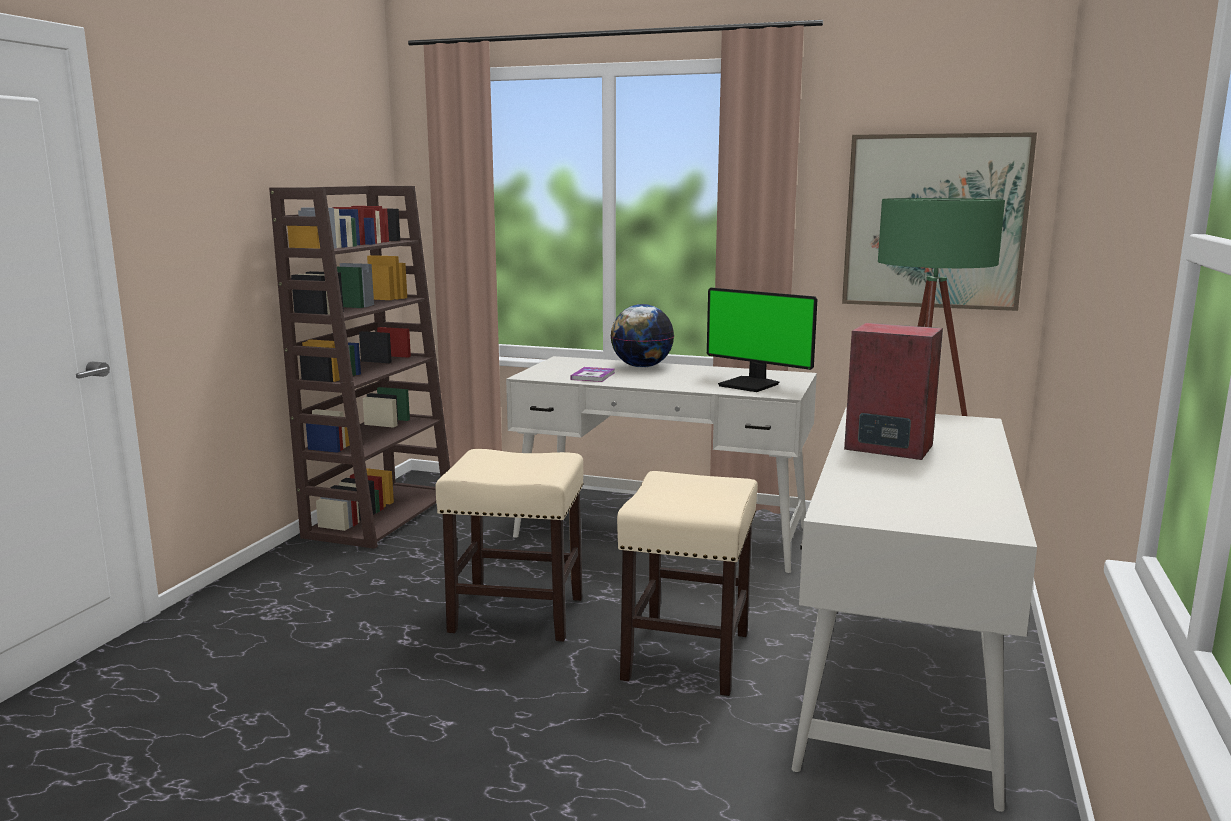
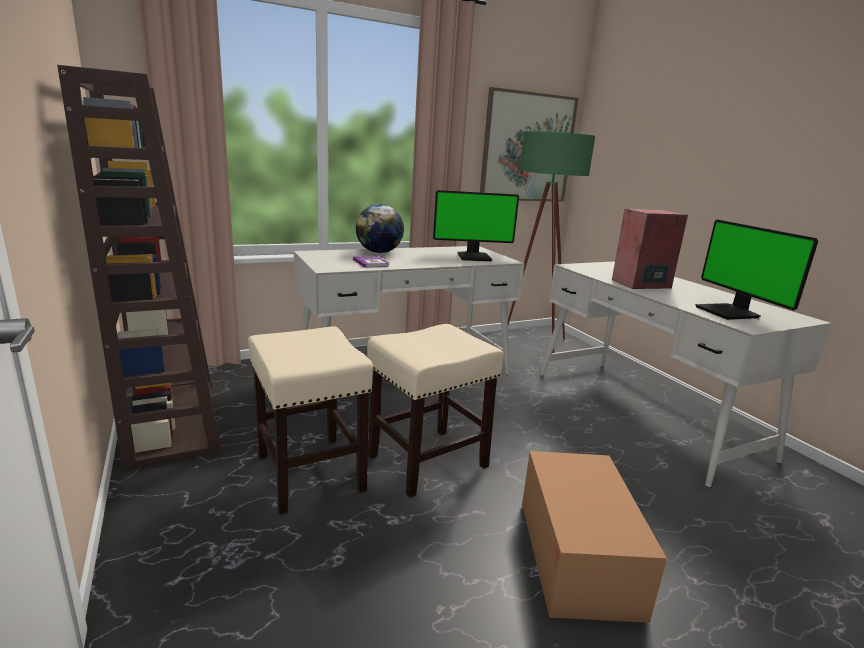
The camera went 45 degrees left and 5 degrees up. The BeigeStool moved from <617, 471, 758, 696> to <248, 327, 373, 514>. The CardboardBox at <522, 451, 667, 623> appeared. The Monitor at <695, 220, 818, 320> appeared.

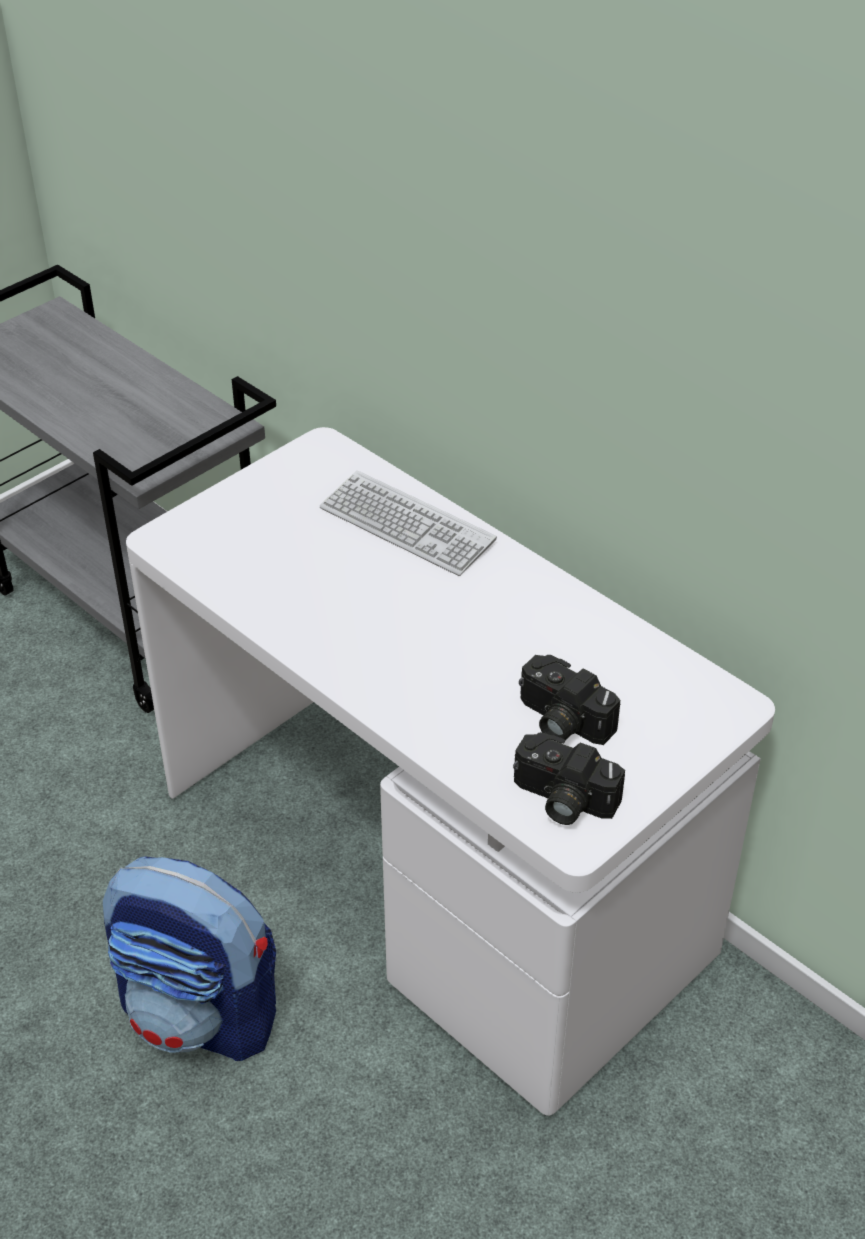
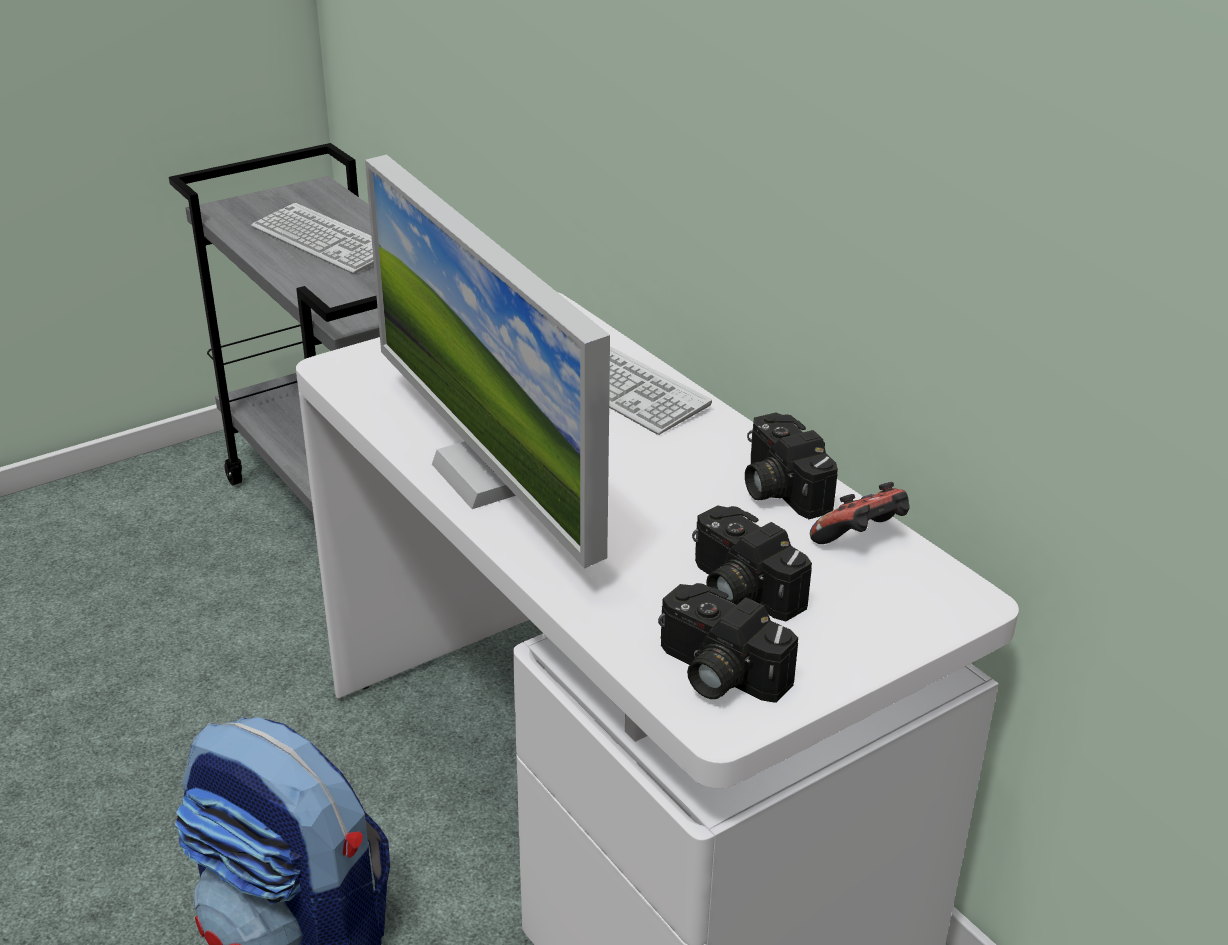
The camera went 10 degrees right and 10 degrees down. The Keyboard at <251, 203, 374, 274> appeared. The Monitor at <365, 155, 610, 569> appeared. The PhotoCamera at <745, 413, 838, 519> appeared. The GameController at <810, 482, 910, 544> appeared.

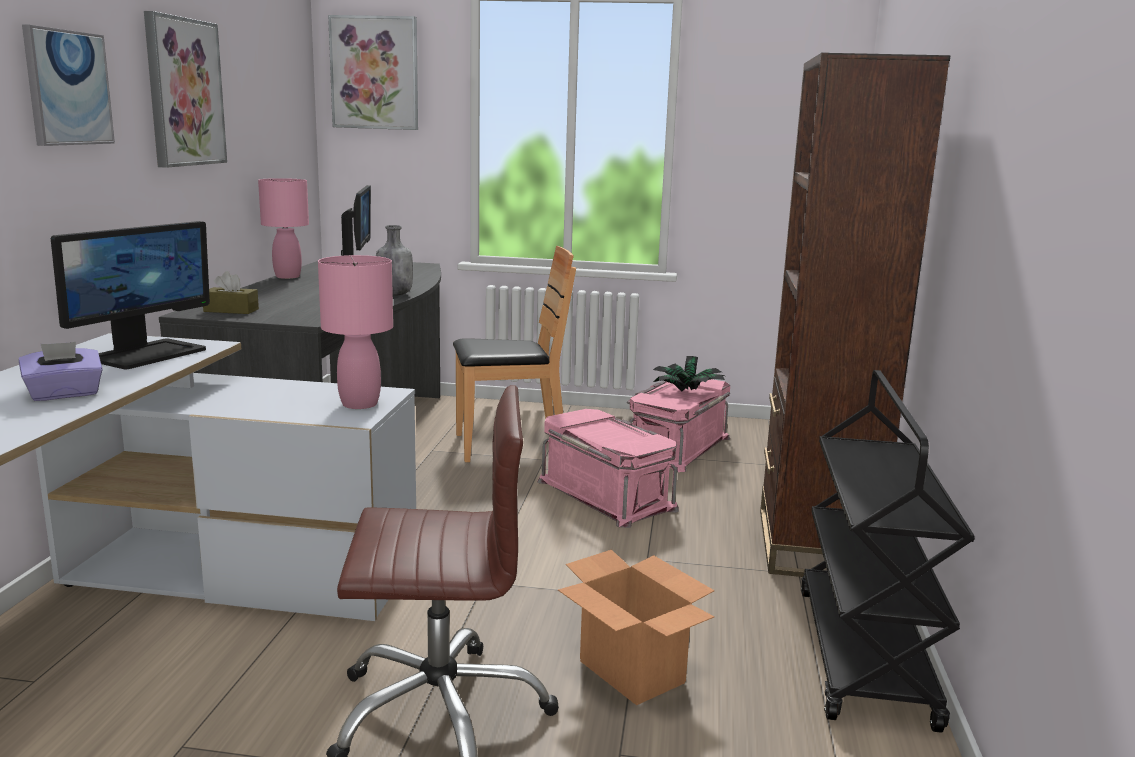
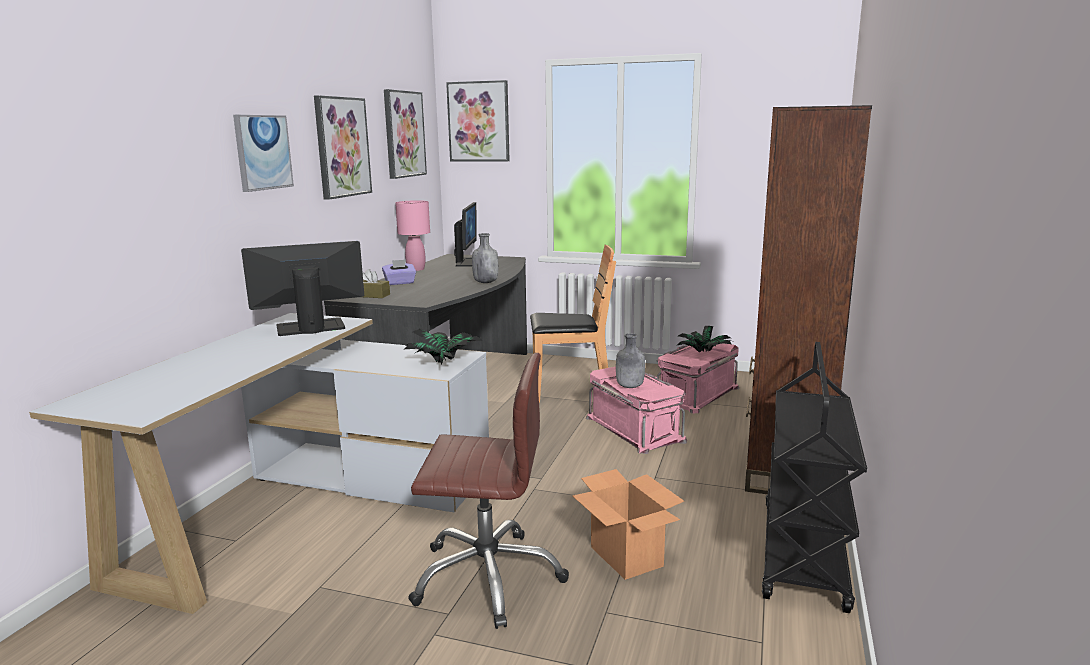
The camera went 10 degrees right and 0 degrees up. The PurpleTissueBox moved from <19, 342, 103, 401> to <382, 260, 416, 285>. The Monitor at <51, 221, 210, 369> turned 150 degrees counterclockwise. The PinkTableLamp at <318, 255, 393, 409> was replaced by the PottedPlant at <404, 329, 482, 364>. The Picture at <384, 89, 427, 179> appeared. The GreyBottle at <616, 333, 645, 388> appeared.

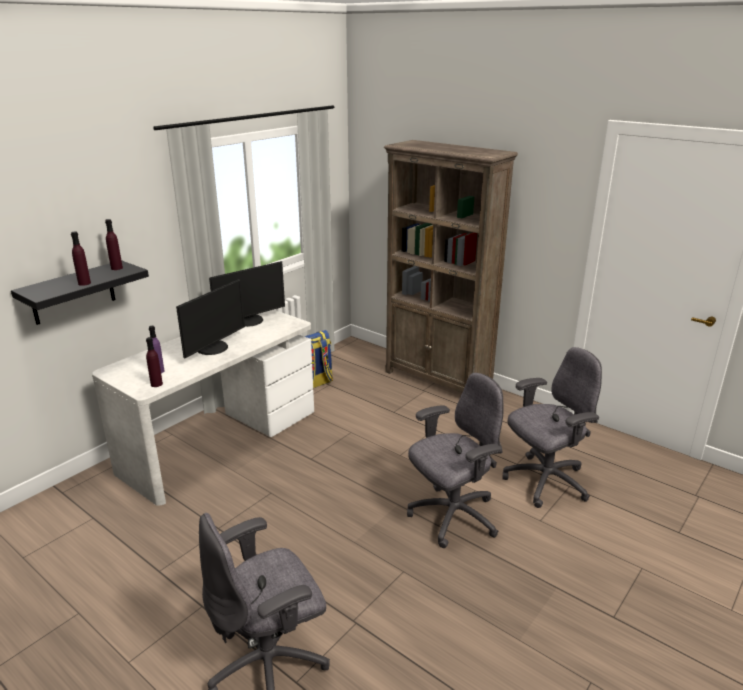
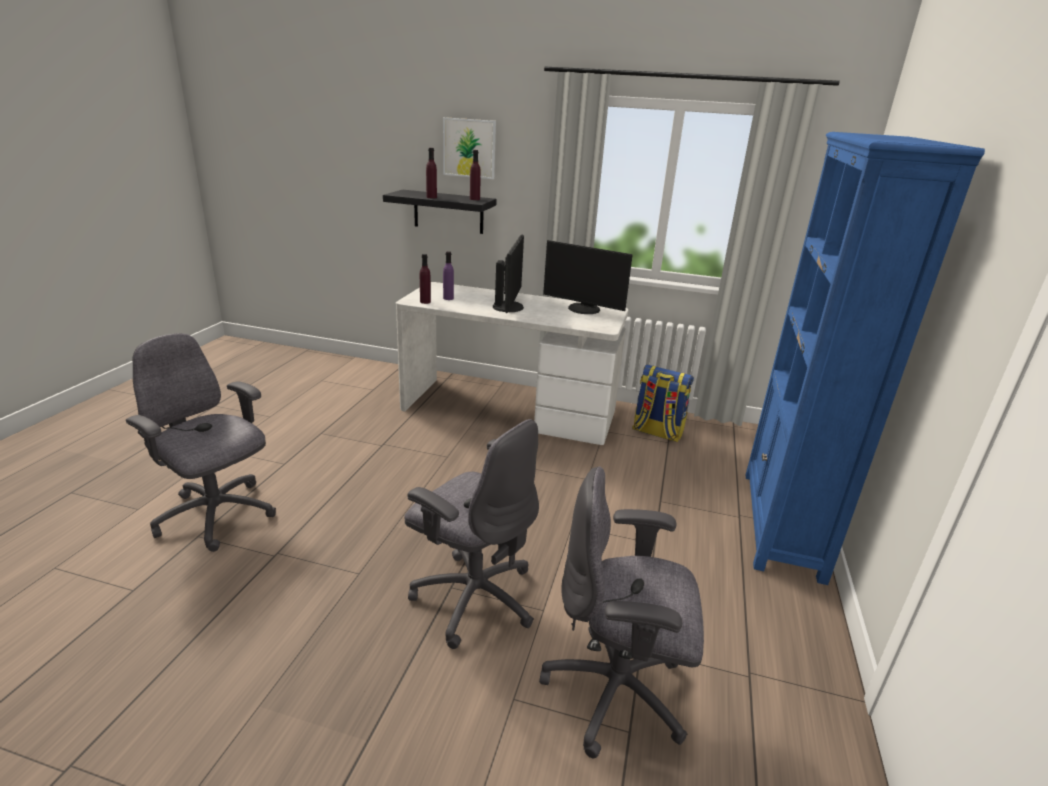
The camera went 65 degrees right and 0 degrees up. The Monitor at <176, 279, 245, 359> turned 90 degrees counterclockwise. The BrownBookcase at <384, 140, 518, 393> became the BlueBookcase at <746, 132, 985, 585>. The GreyOfficeChair at <502, 347, 602, 508> turned 150 degrees clockwise. The Picture at <443, 117, 496, 179> appeared.

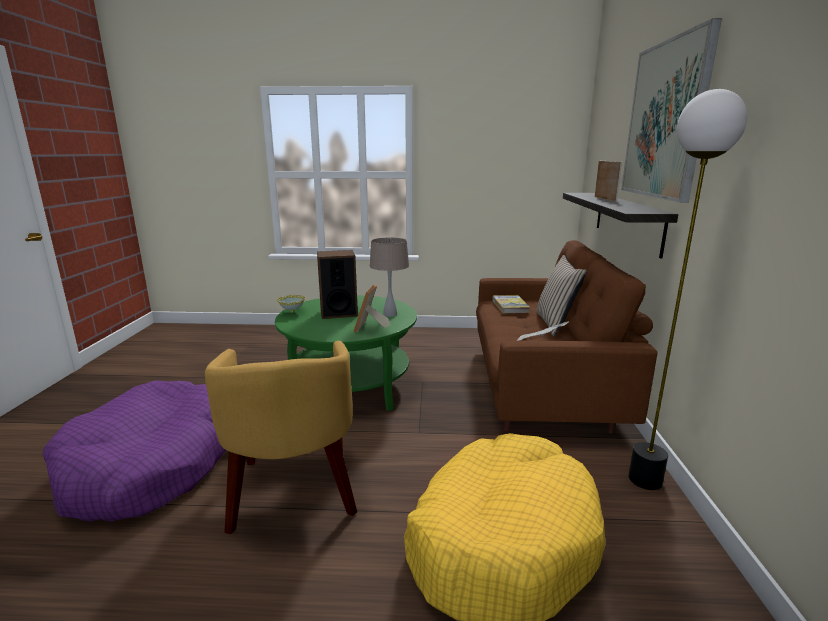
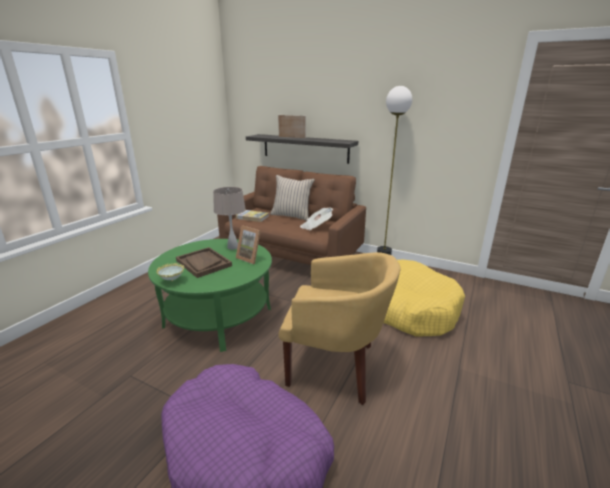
The camera went 65 degrees left and 5 degrees up. The Speaker at <317, 250, 358, 319> was replaced by the BrownTray at <176, 247, 232, 278>. The Picture at <621, 18, 722, 203> disappeared.

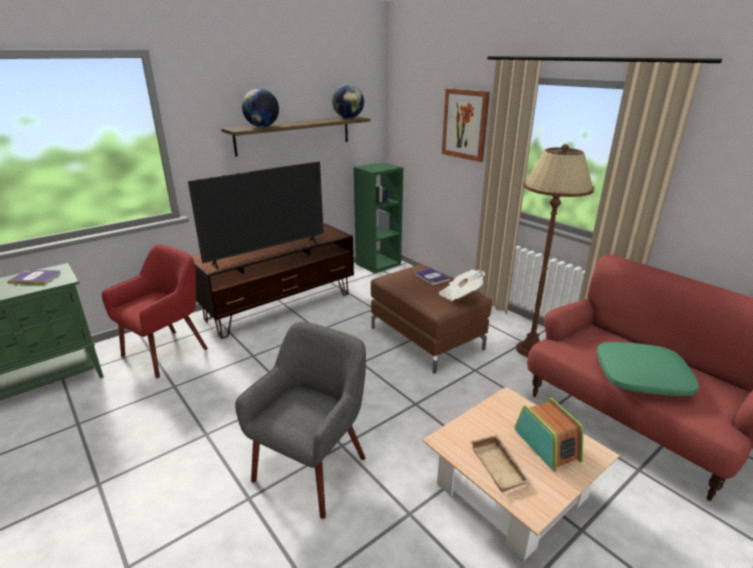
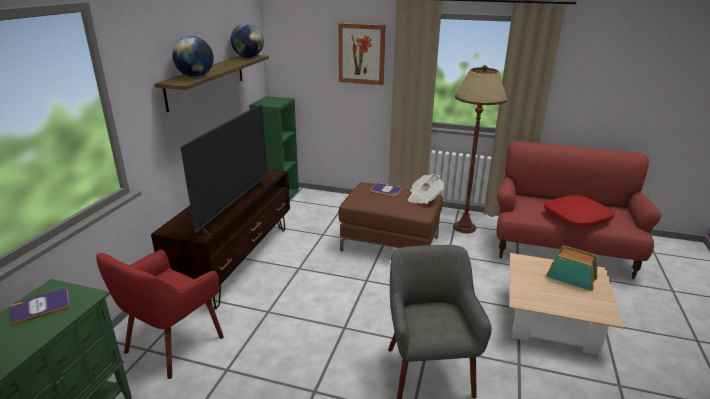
The camera went 35 degrees left and 0 degrees up. The RedArmchair at <102, 245, 208, 378> turned 150 degrees counterclockwise. The BeigeTray at <470, 435, 532, 493> disappeared. The GreenPillow at <597, 342, 699, 396> became the RedPillow at <544, 195, 615, 227>.

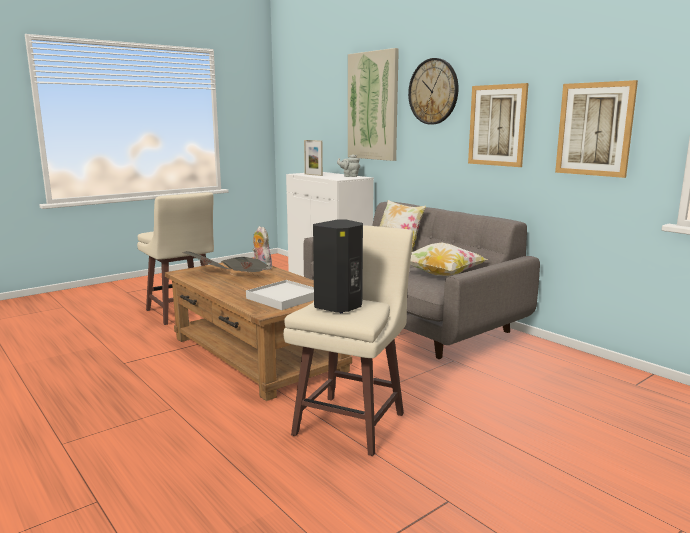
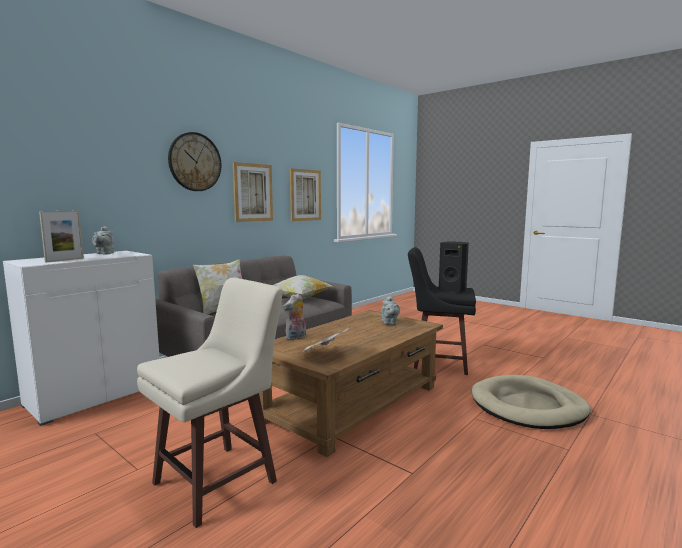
The camera went 100 degrees left and 5 degrees down. The Newspaper at <221, 257, 268, 272> disappeared. The WhiteTray at <246, 280, 314, 310> was replaced by the GreyTeapot at <381, 296, 400, 325>. The BeigeStool at <283, 225, 413, 456> became the BlackStool at <408, 247, 476, 375>. The Picture at <348, 48, 399, 161> disappeared. The BeigeDogBed at <472, 375, 591, 429> appeared.

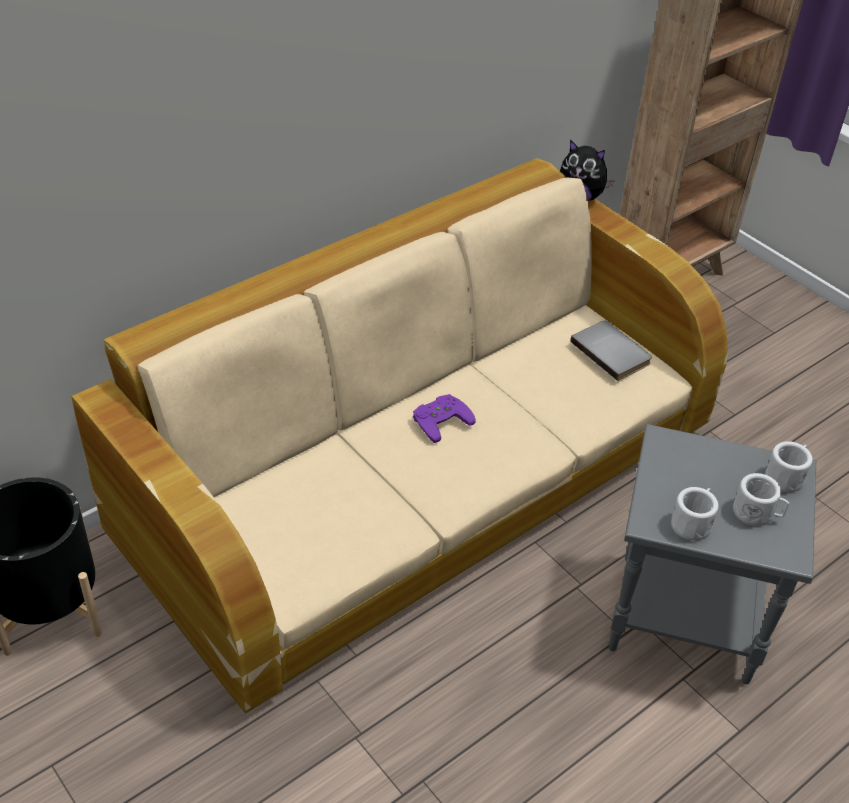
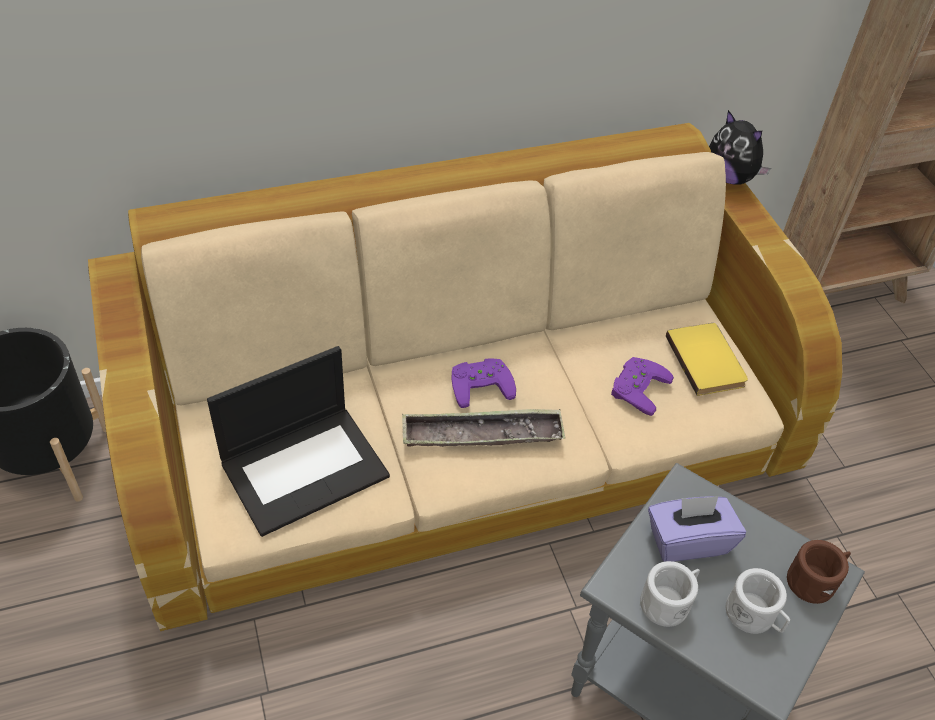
The camera went 20 degrees right and 5 degrees up. The GreyBook at <570, 320, 652, 381> became the YellowBook at <666, 323, 748, 396>. The WhiteMug at <765, 441, 813, 492> became the BrownMug at <787, 540, 851, 604>. The Laptop at <207, 346, 390, 537> appeared. The Tray at <402, 409, 565, 447> appeared. The PurpleGameController at <611, 357, 674, 416> appeared. The PurpleTissueBox at <648, 496, 746, 562> appeared.

